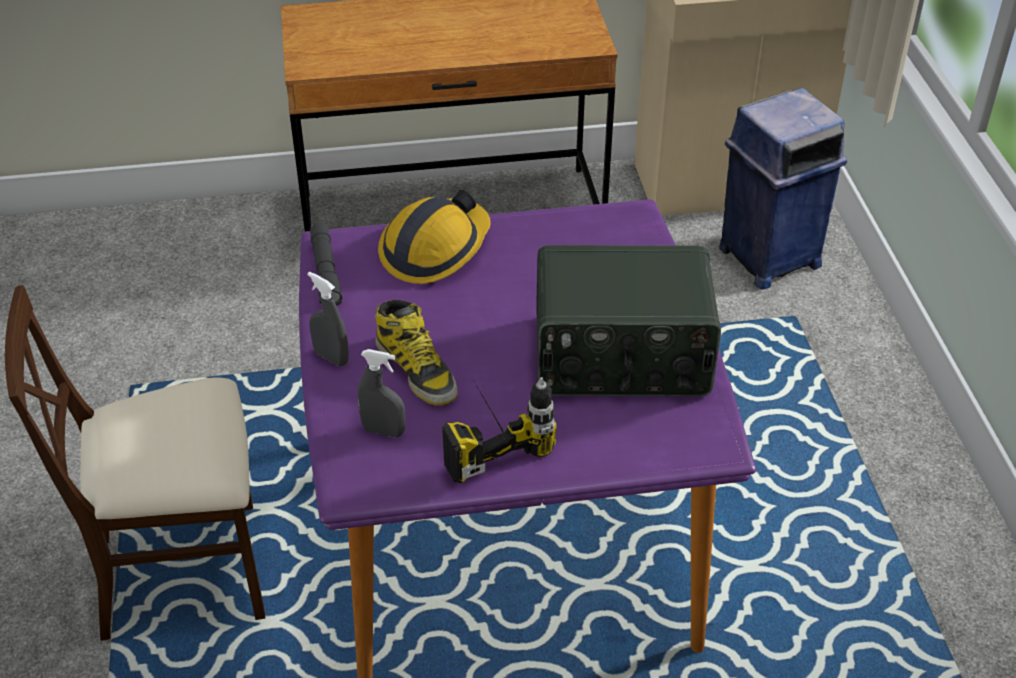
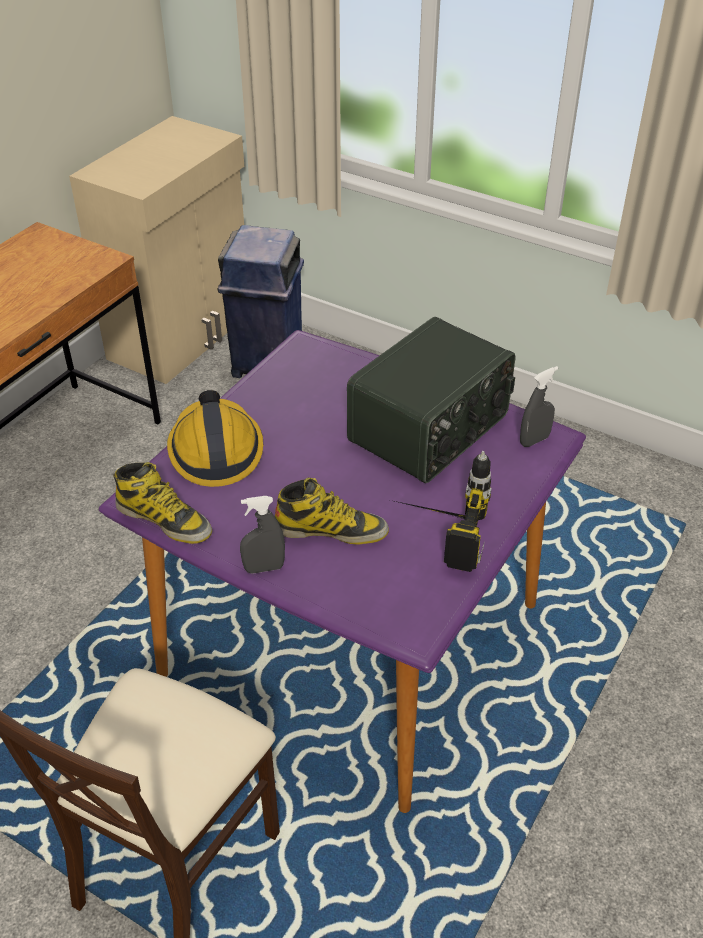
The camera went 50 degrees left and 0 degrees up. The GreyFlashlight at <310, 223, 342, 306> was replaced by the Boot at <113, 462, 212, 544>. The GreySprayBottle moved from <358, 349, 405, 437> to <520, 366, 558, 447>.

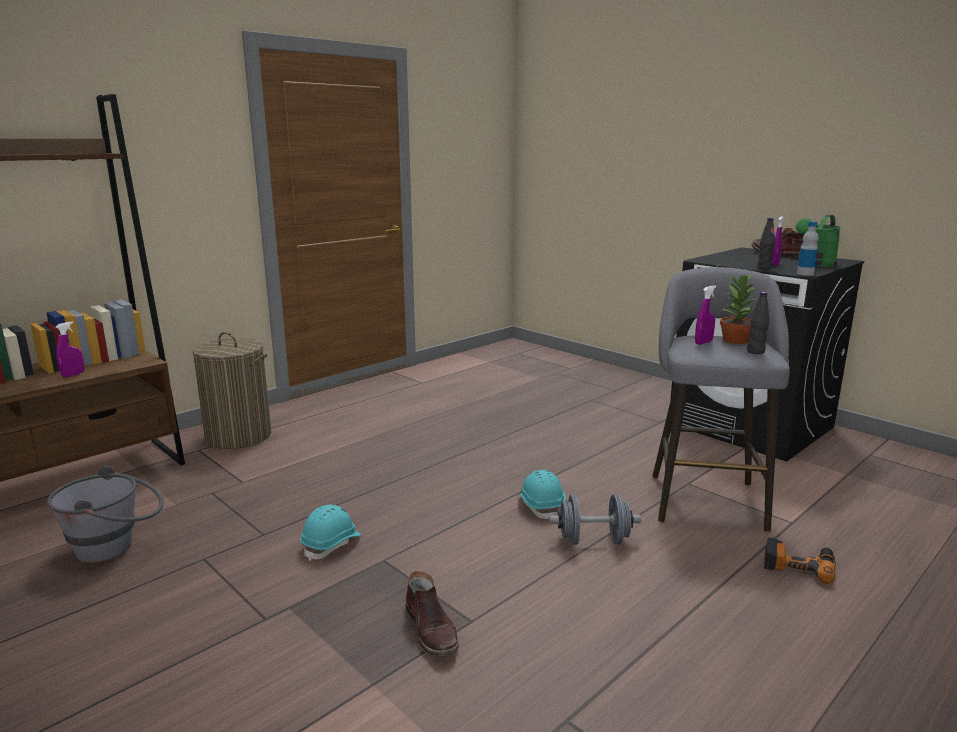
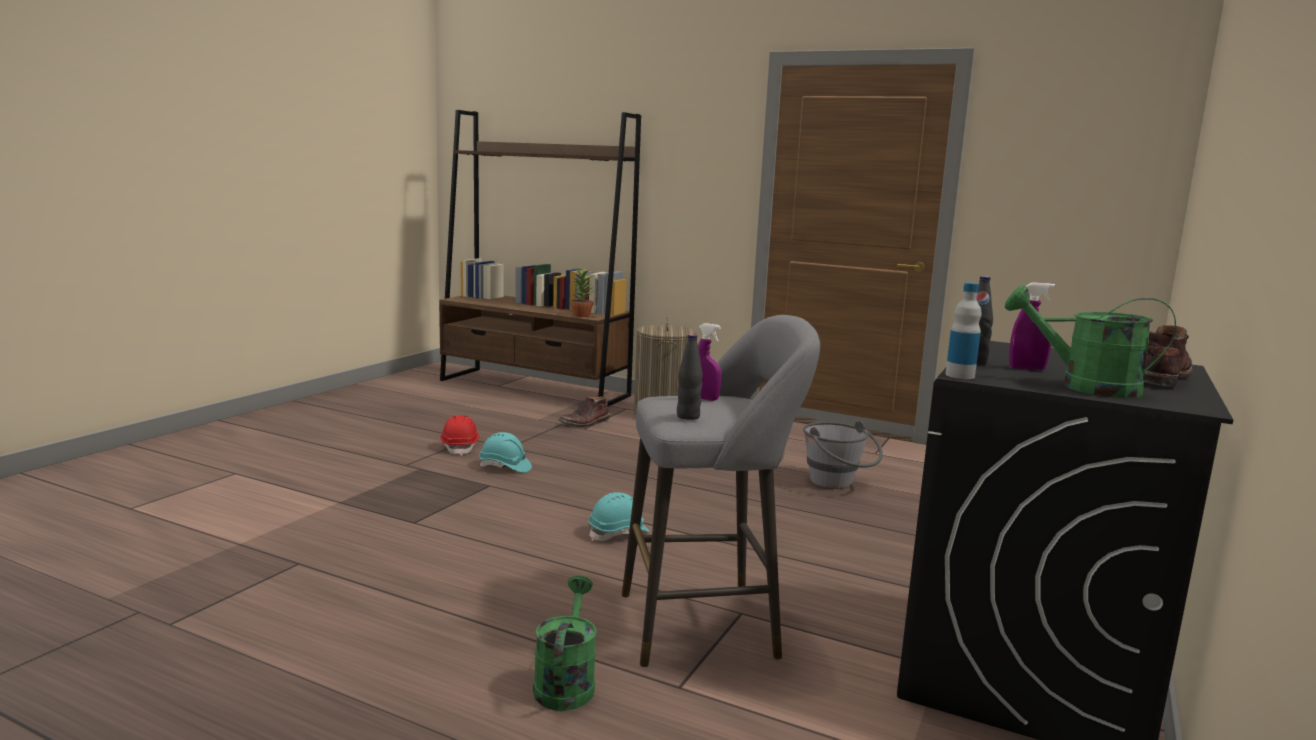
The camera went 70 degrees right and 5 degrees down. The GreyBucket moved from <47, 466, 164, 563> to <803, 421, 883, 489>. The PurpleSprayBottle at <56, 321, 84, 378> disappeared. The BrownBoot moved from <406, 571, 459, 657> to <558, 396, 610, 427>. The GreyDumbbell at <549, 494, 641, 545> disappeared. The PottedPlant moved from <720, 273, 758, 344> to <570, 267, 594, 317>. The PowerDrill at <764, 537, 836, 584> was replaced by the GreenWateringCan at <533, 575, 597, 711>. The RedHardHat at <440, 415, 479, 456> appeared.

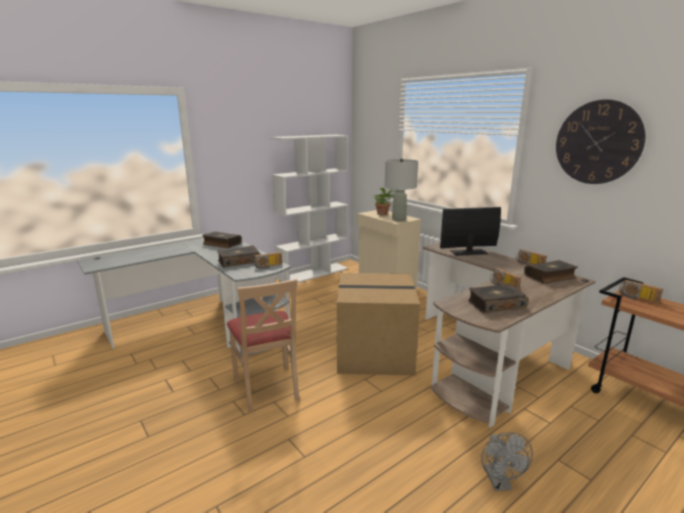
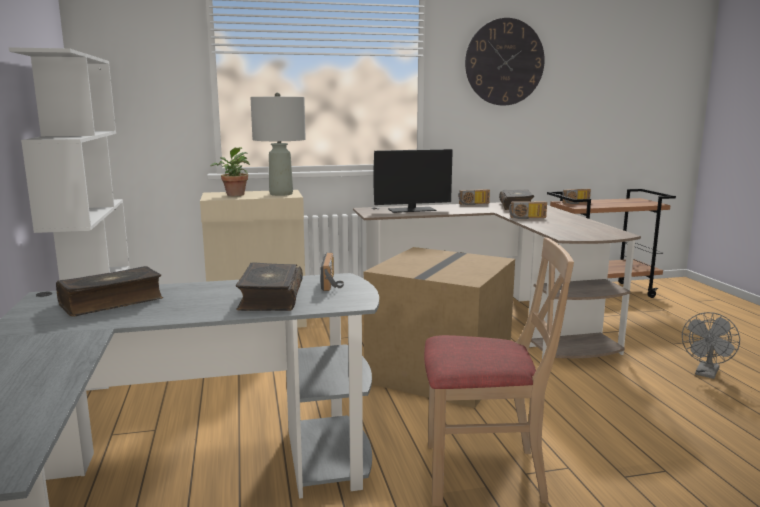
The camera went 65 degrees left and 5 degrees down. The Monitor at <440, 207, 501, 256> turned 120 degrees counterclockwise. The Book at <467, 283, 529, 313> disappeared. The GreyFan at <481, 432, 533, 491> turned 105 degrees clockwise.

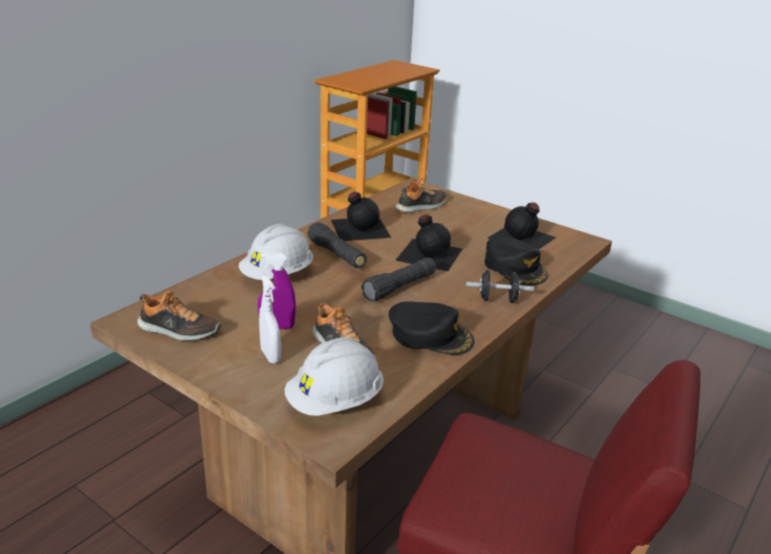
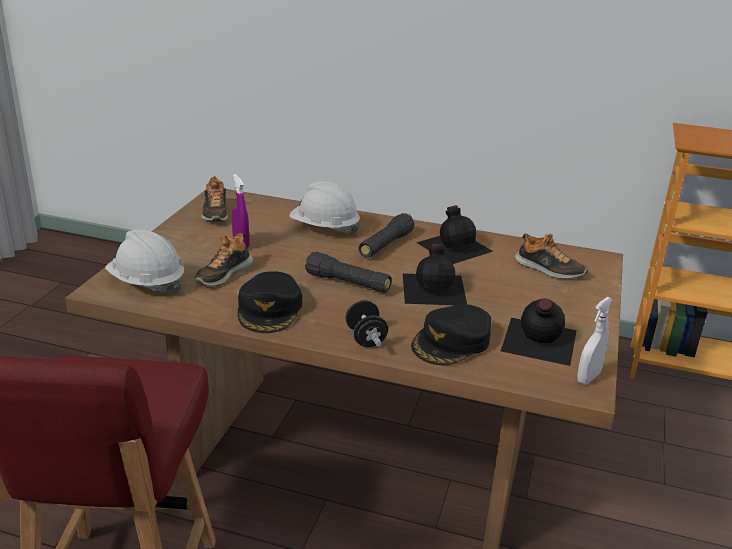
The camera went 70 degrees right and 0 degrees up. The WhiteSprayBottle moved from <259, 276, 281, 364> to <577, 297, 612, 384>.

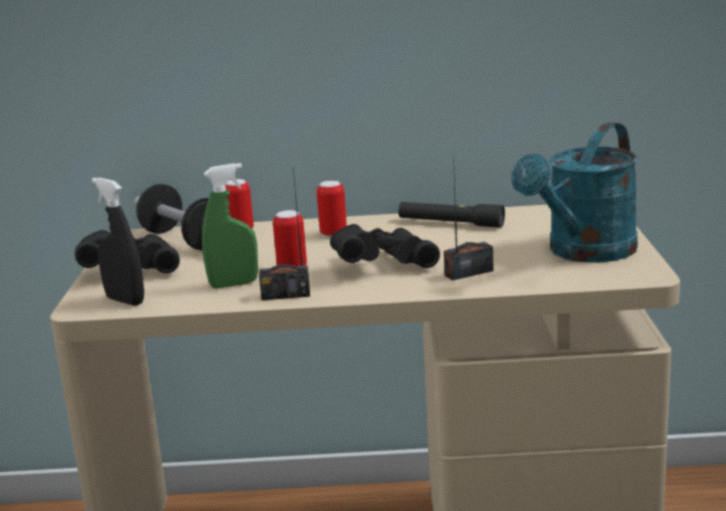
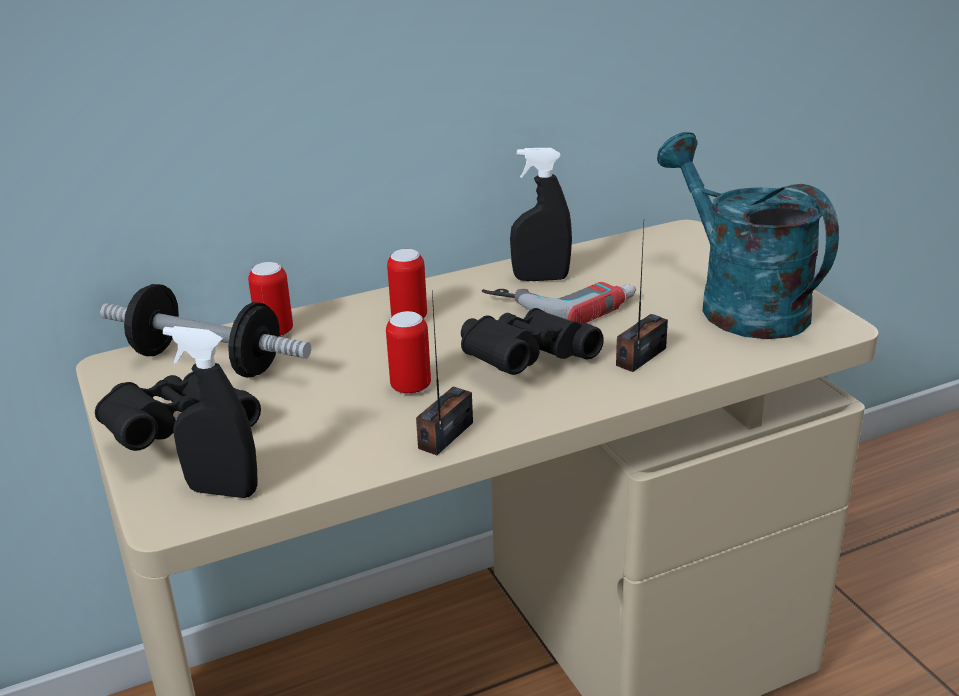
The camera went 25 degrees left and 10 degrees up. The GreenSprayBottle at <202, 163, 258, 288> disappeared. The Radio at <259, 169, 310, 300> turned 150 degrees clockwise. The BlackFlashlight at <398, 202, 505, 228> was replaced by the BlackSprayBottle at <510, 148, 572, 281>. The TurquoiseWateringCan at <511, 122, 638, 263> turned 135 degrees clockwise. The PowerDrill at <482, 282, 636, 323> appeared.

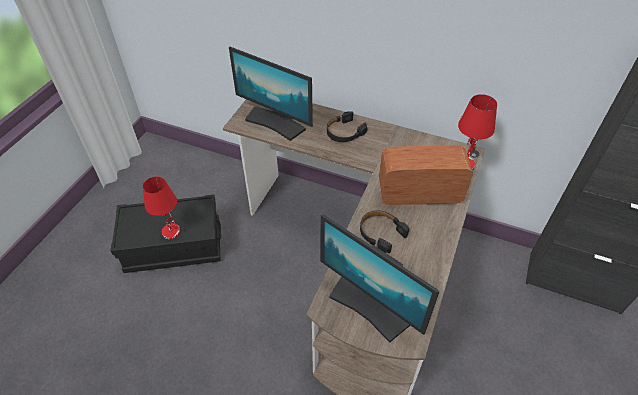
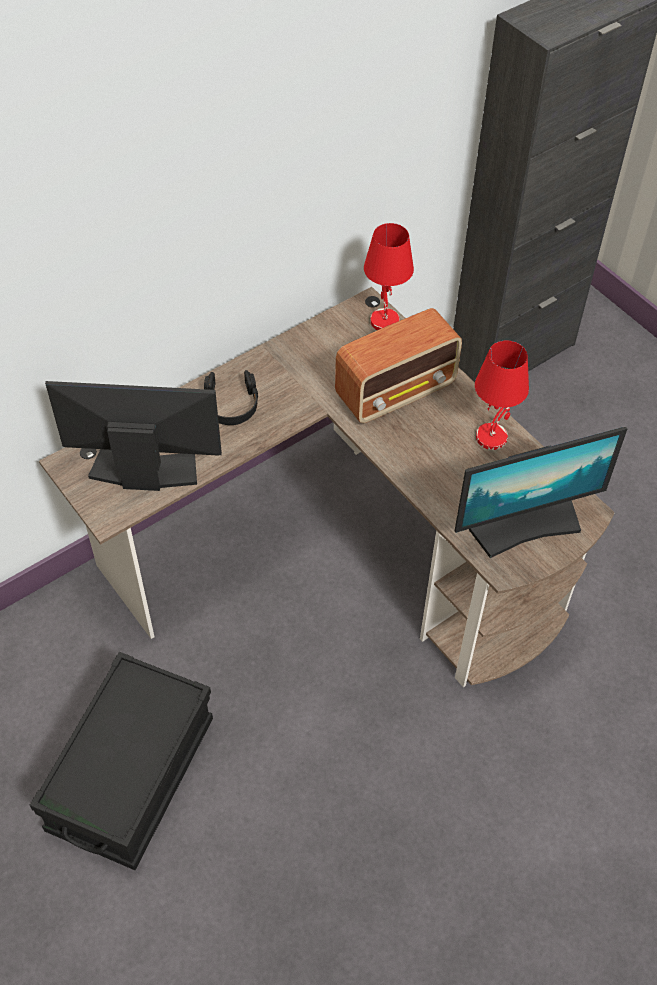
The camera went 60 degrees left and 5 degrees up. The RedTableLamp moved from <143, 177, 180, 239> to <475, 340, 529, 450>. The Monitor at <229, 46, 313, 141> turned 150 degrees counterclockwise. The BlackHeadphones at <360, 210, 409, 253> disappeared. The Radio at <379, 146, 473, 205> turned 150 degrees counterclockwise.

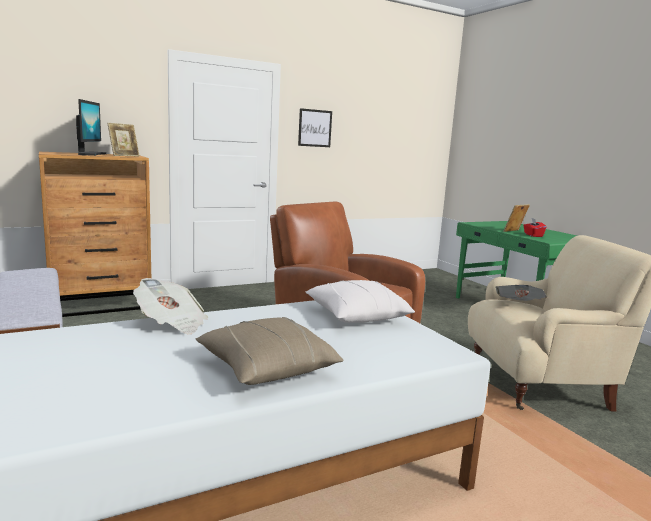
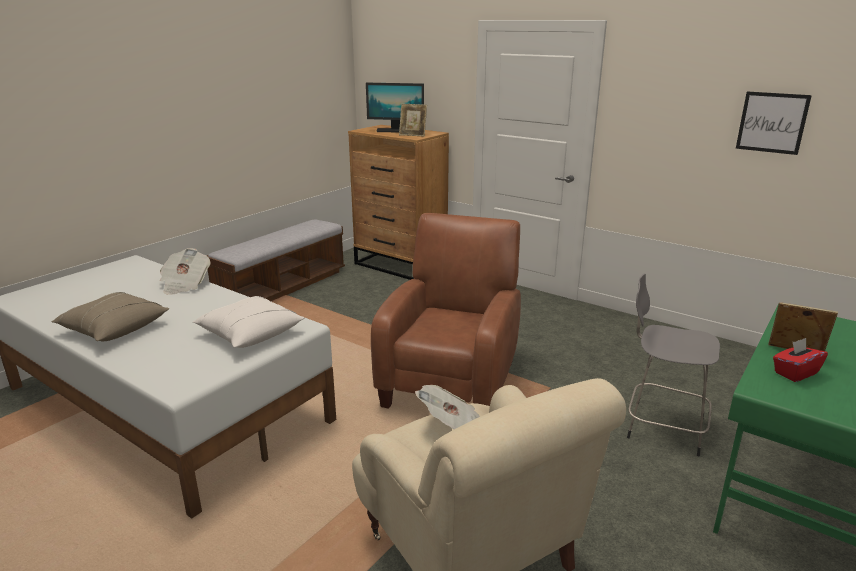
The camera went 65 degrees right and 10 degrees up. The Monitor at <76, 99, 106, 156> turned 45 degrees clockwise. The Picture moved from <298, 108, 332, 147> to <736, 91, 812, 155>. The GreyStool at <627, 273, 720, 456> appeared.

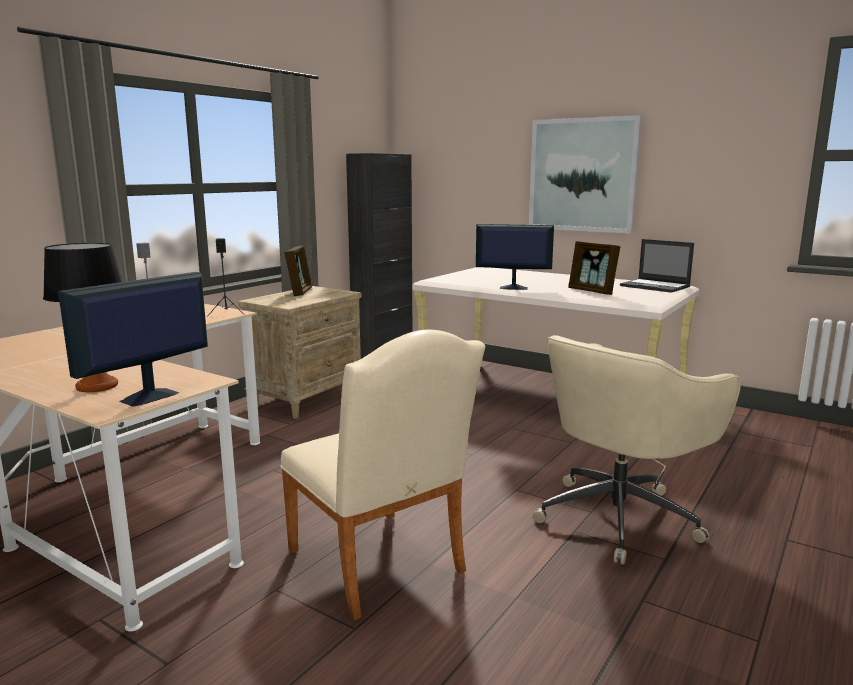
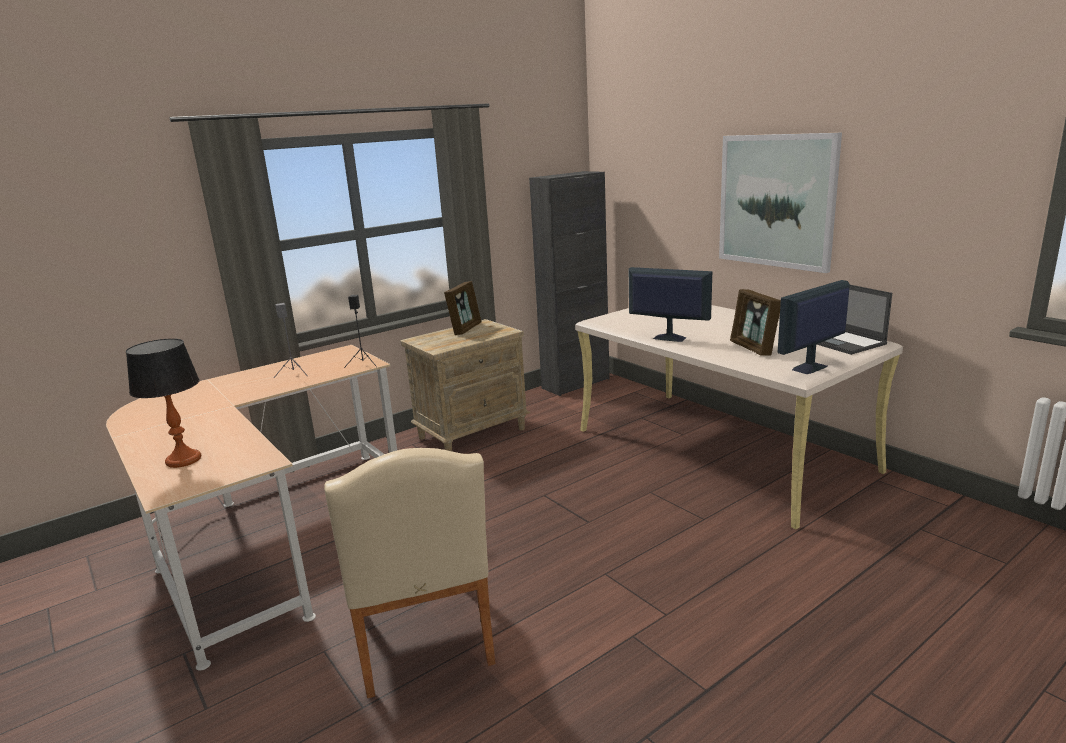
The camera went 20 degrees right and 5 degrees up. The Monitor moved from <58, 272, 208, 407> to <778, 280, 850, 374>. The BeigeOfficeChair at <533, 335, 741, 565> disappeared.

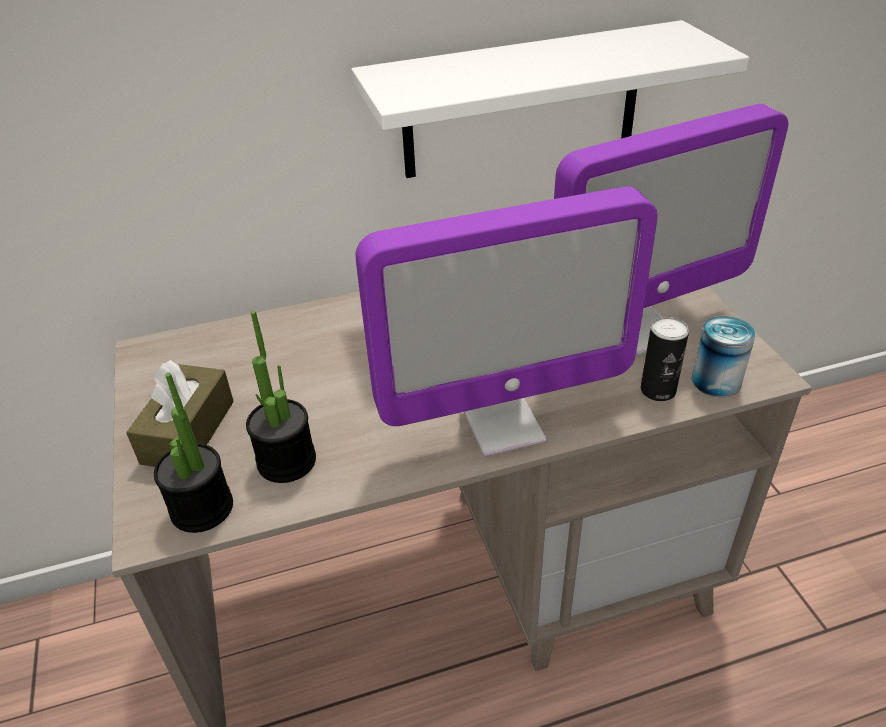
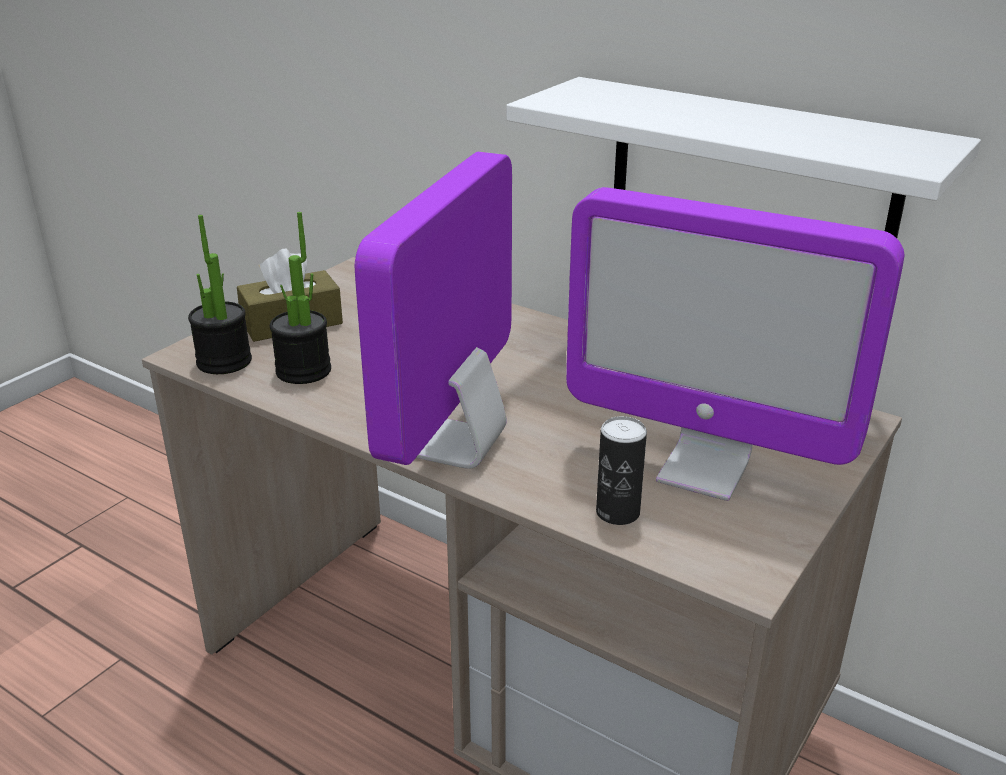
The camera went 50 degrees right and 10 degrees down. The Monitor at <355, 186, 658, 457> turned 75 degrees clockwise. The Can at <692, 316, 755, 397> disappeared.

